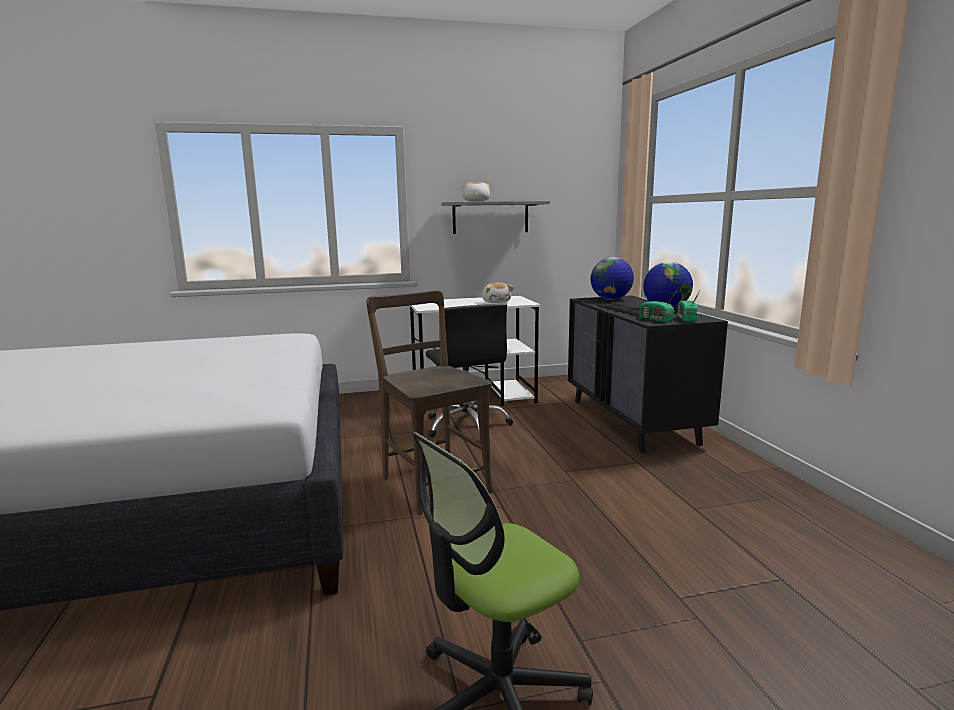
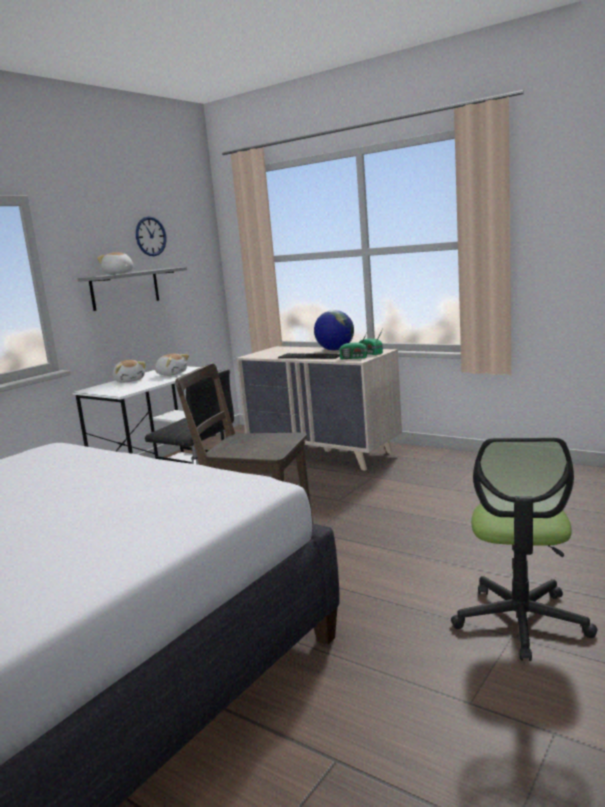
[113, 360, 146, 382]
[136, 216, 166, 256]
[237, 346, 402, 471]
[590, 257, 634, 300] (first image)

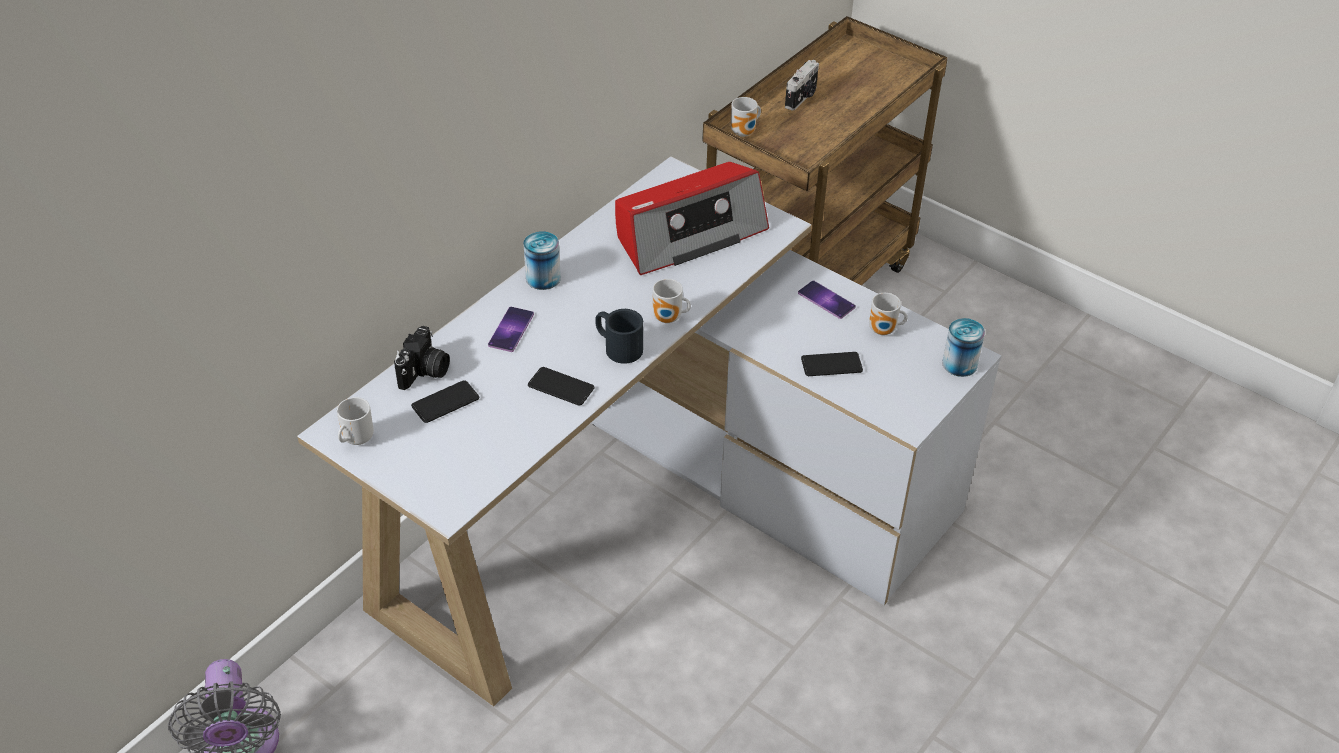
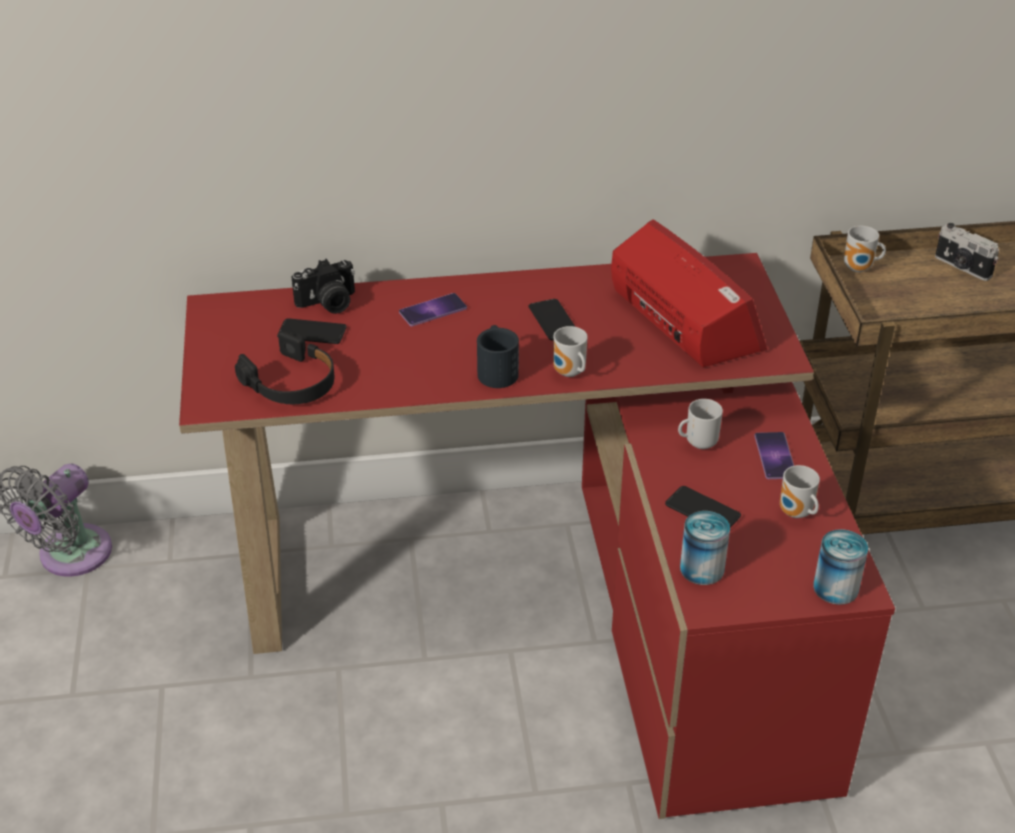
[179, 253, 895, 819]
[235, 331, 335, 404]
[529, 299, 575, 340]
[611, 219, 767, 367]
[678, 399, 723, 449]
[680, 511, 730, 585]
[935, 223, 999, 281]

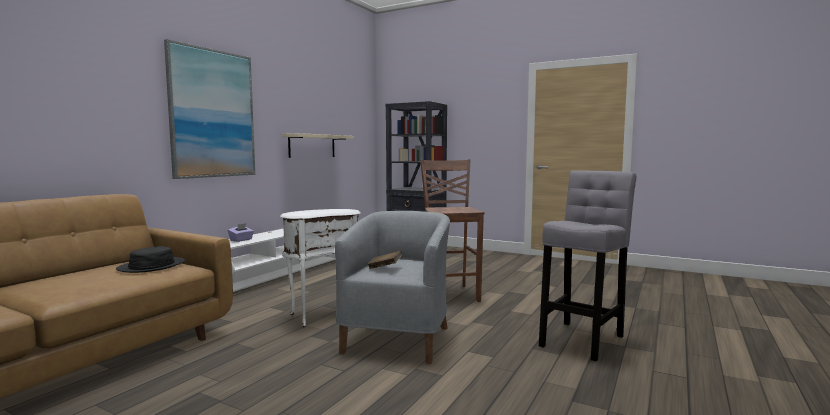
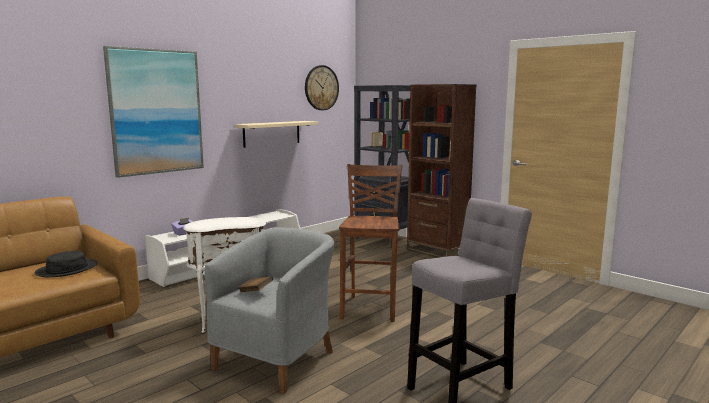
[305, 65, 339, 110]
[407, 84, 477, 258]

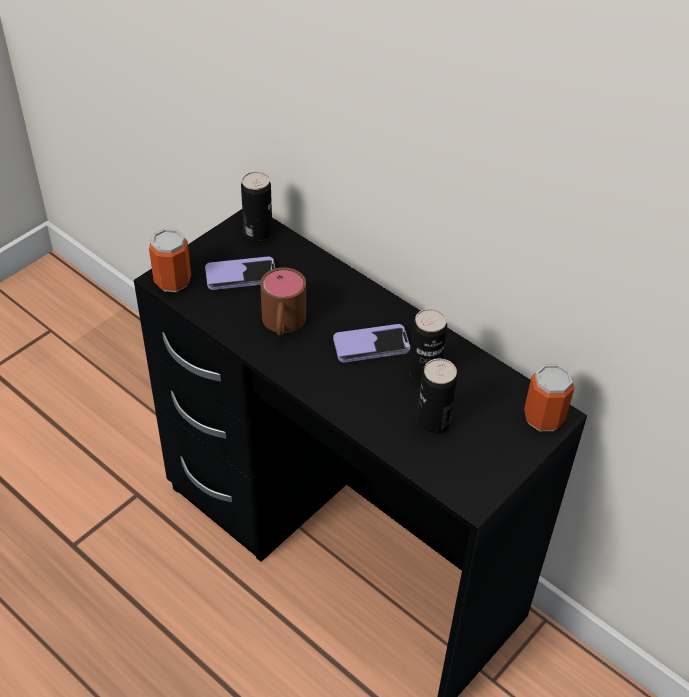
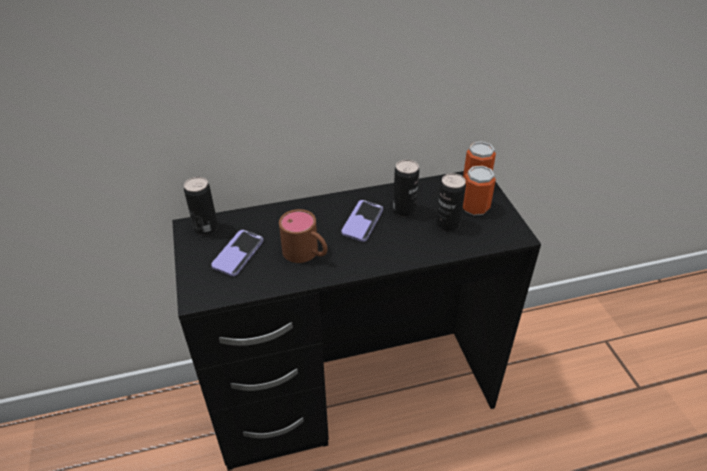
[463, 165, 496, 216]

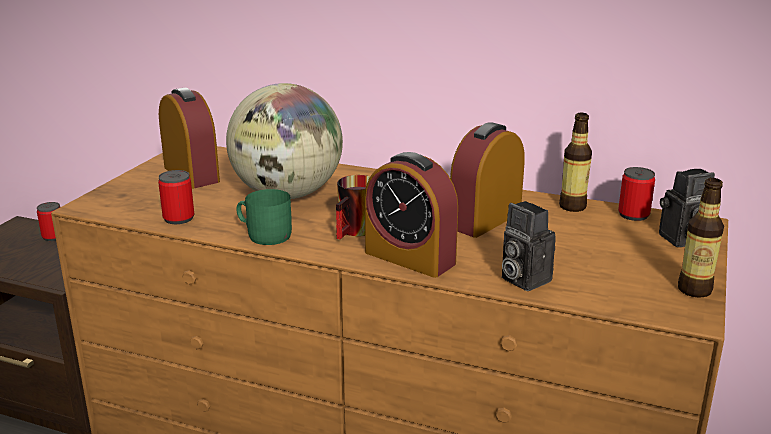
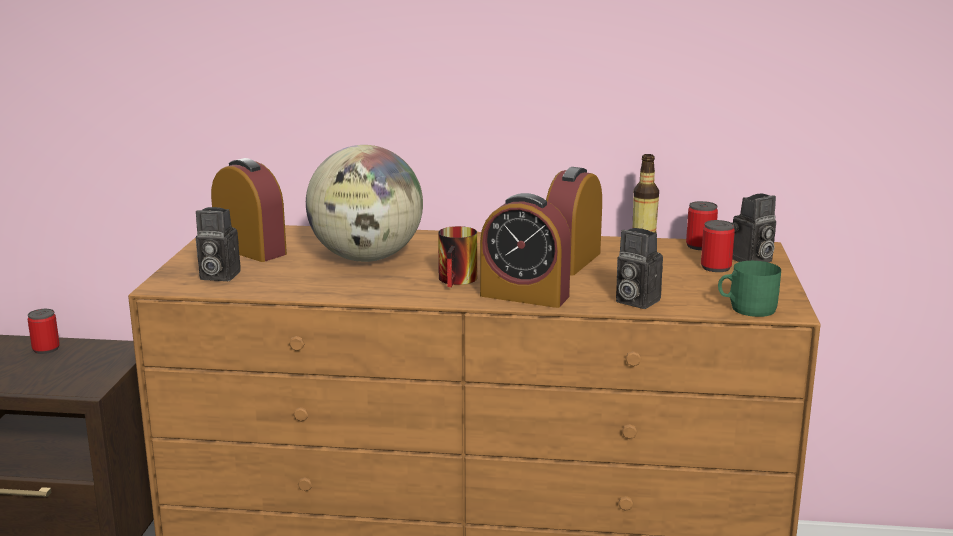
[196, 207, 241, 281]
[701, 220, 735, 272]
[718, 261, 781, 317]
[678, 178, 724, 298] (first image)

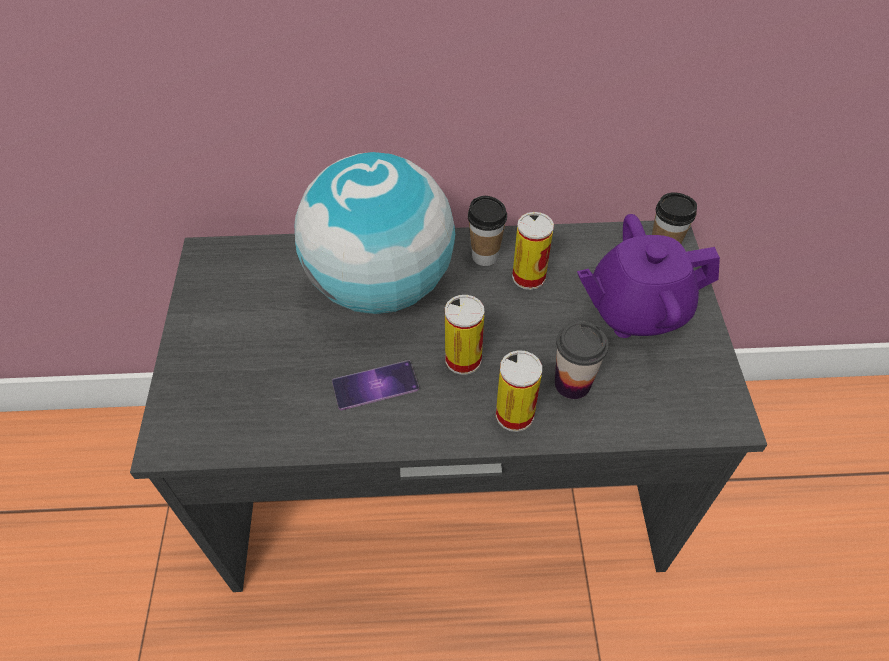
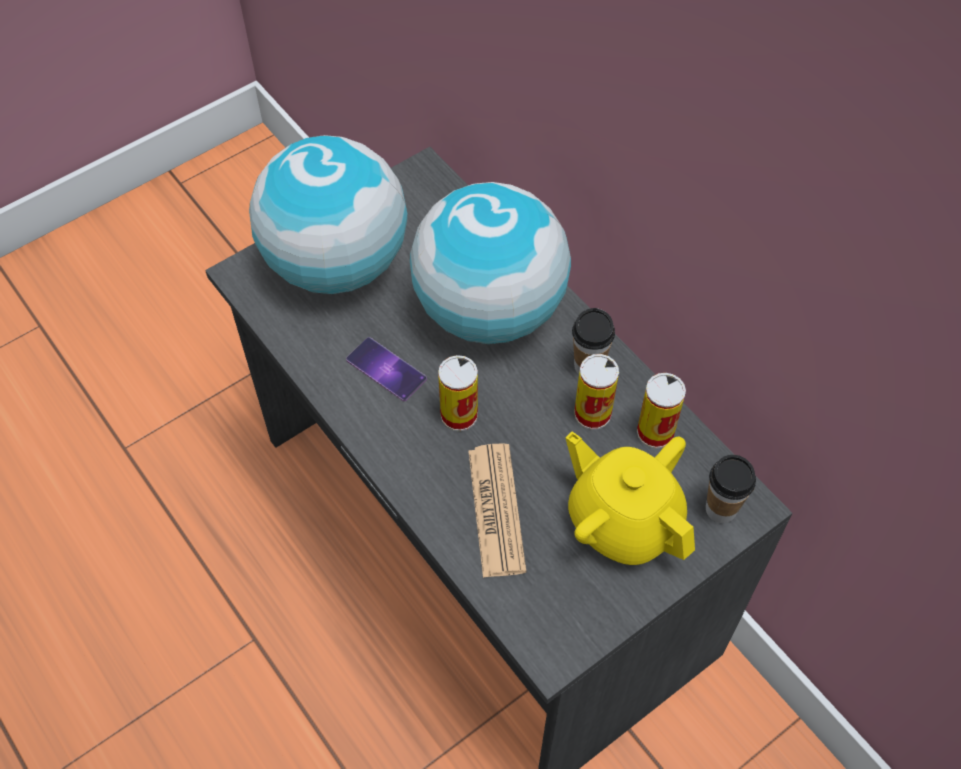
[249, 135, 407, 294]
[468, 444, 527, 578]
[565, 431, 695, 565]
[637, 373, 686, 449]

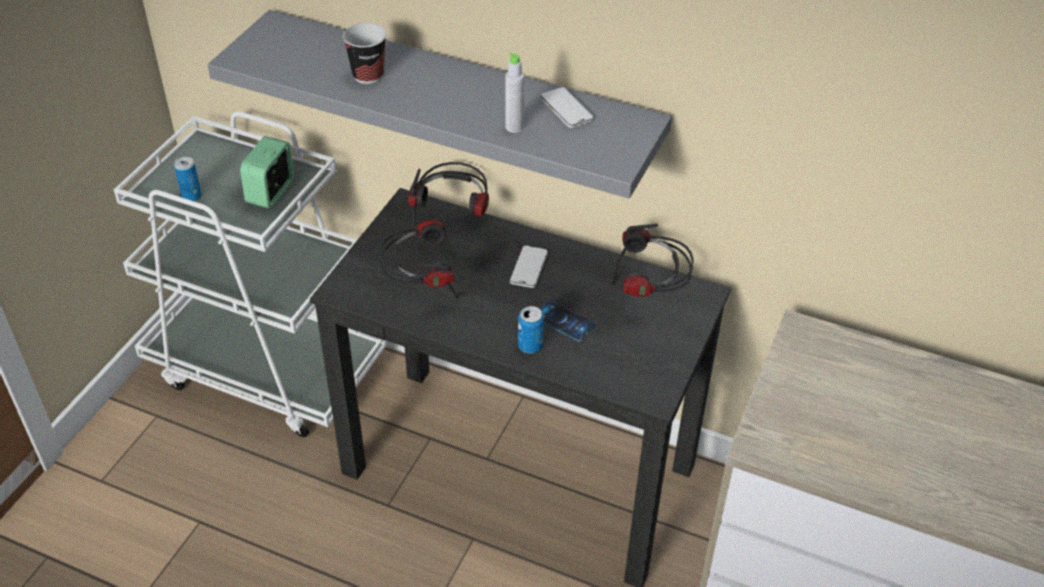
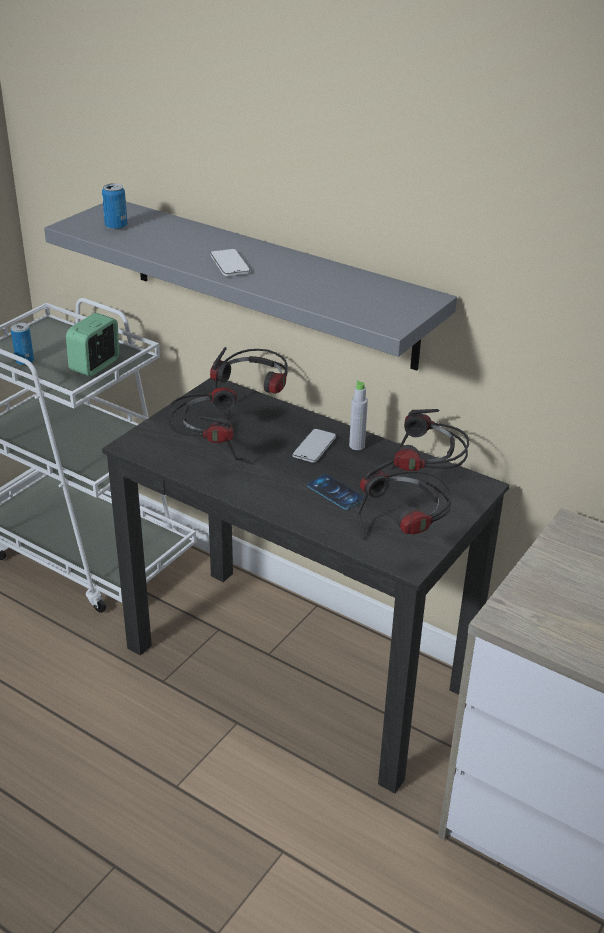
[102, 183, 127, 230]
[210, 249, 250, 276]
[349, 380, 368, 450]
[358, 460, 452, 540]
[343, 23, 386, 84] (first image)

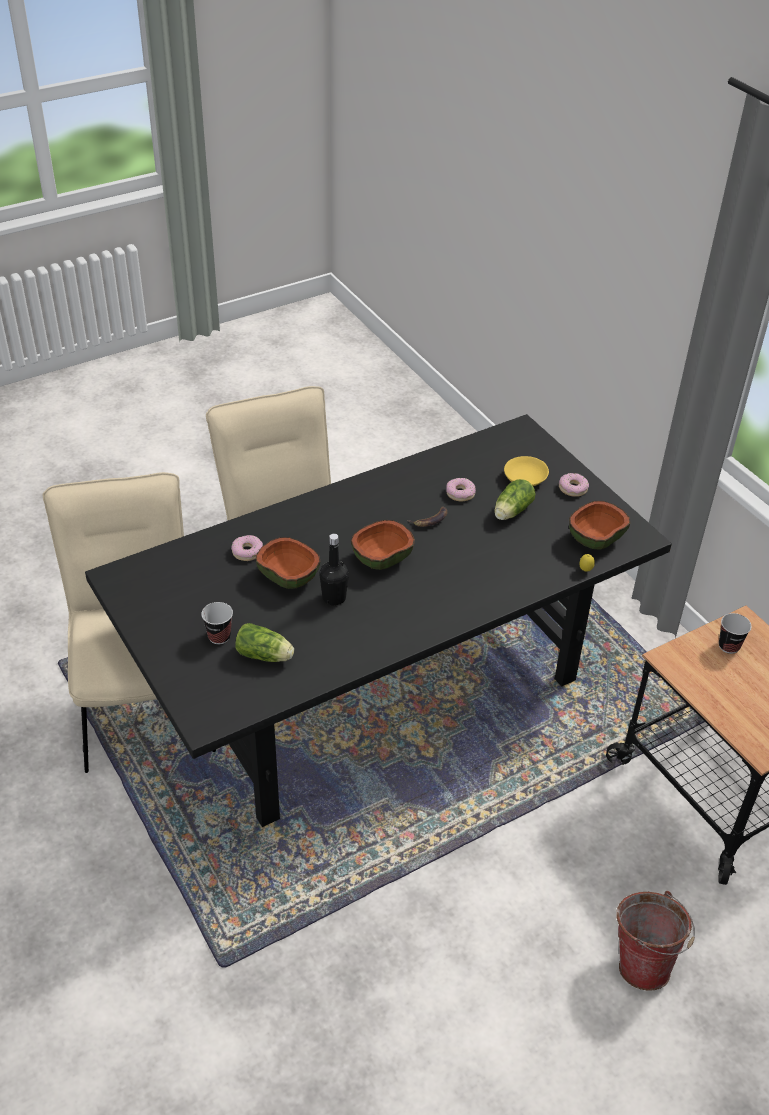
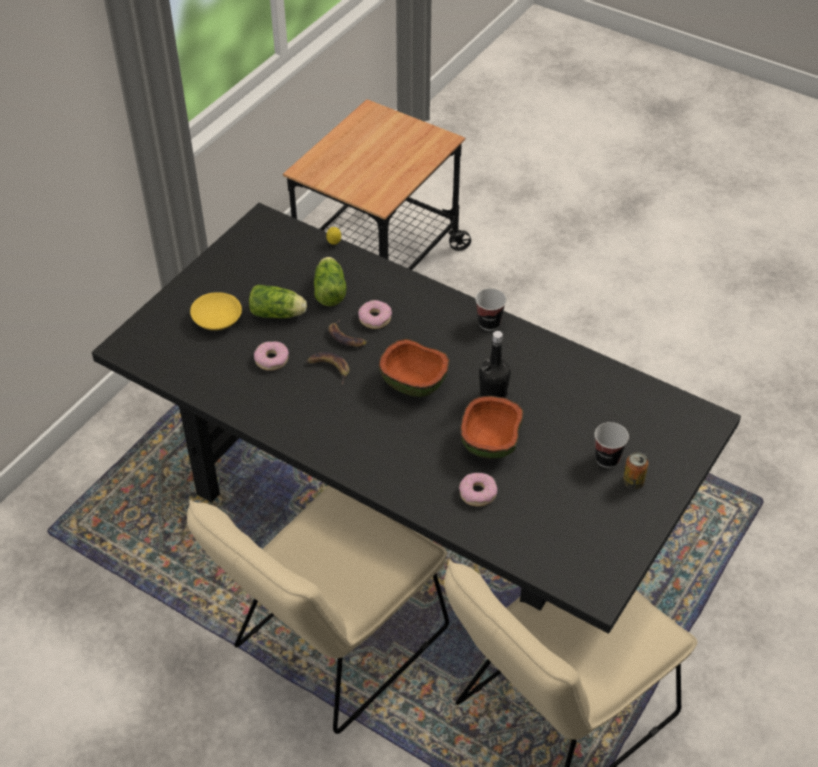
[314, 257, 346, 306]
[329, 319, 367, 347]
[358, 300, 392, 329]
[476, 288, 506, 331]
[623, 452, 648, 489]
[569, 501, 630, 550] (first image)
[616, 891, 695, 991] (first image)

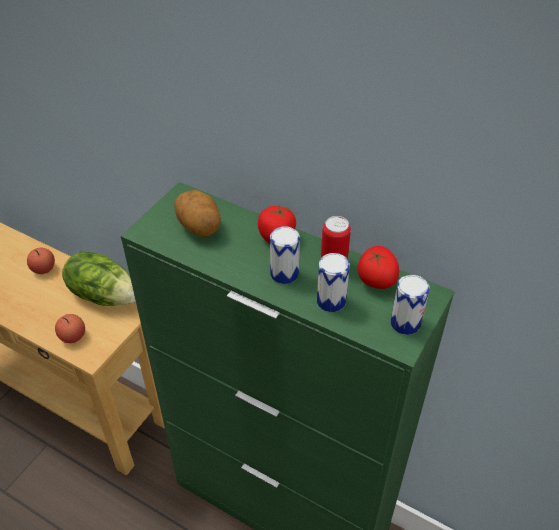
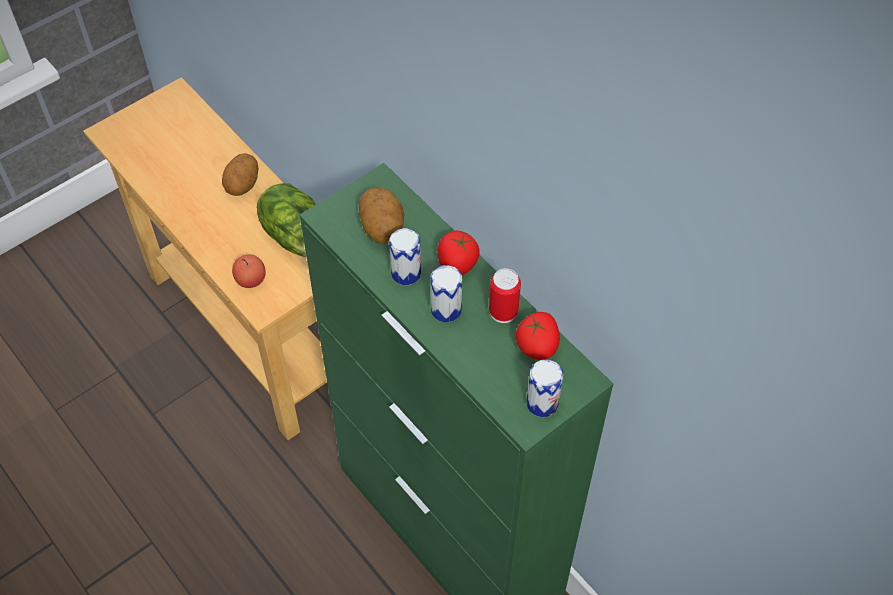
[222, 153, 258, 196]
[389, 228, 421, 285]

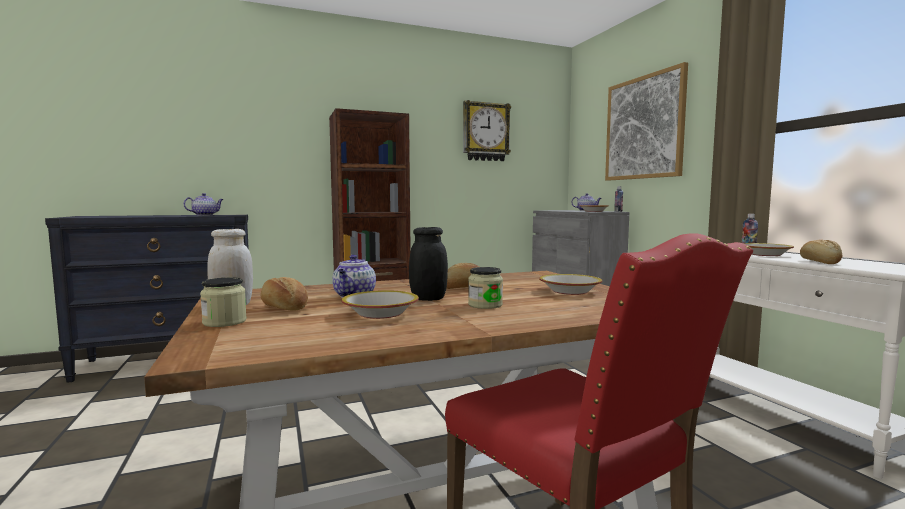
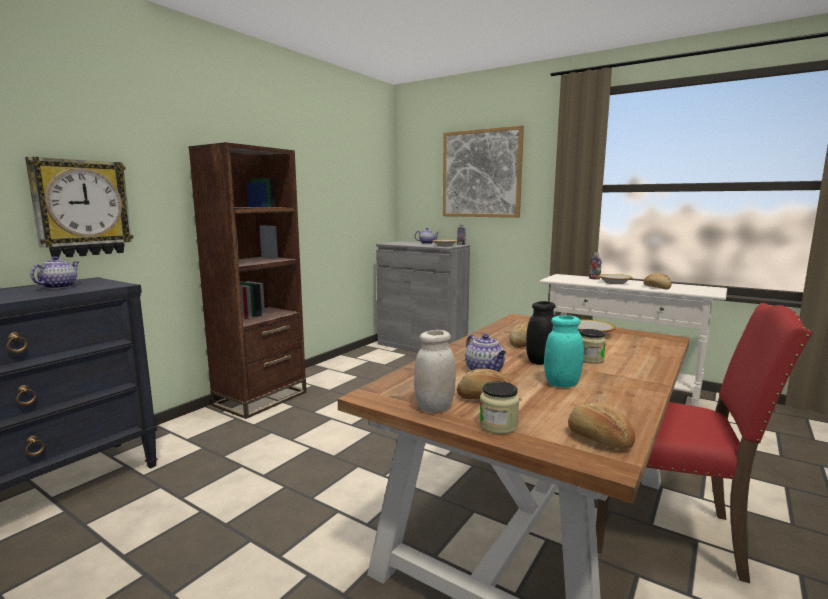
[25, 157, 134, 257]
[544, 315, 584, 387]
[568, 403, 635, 449]

